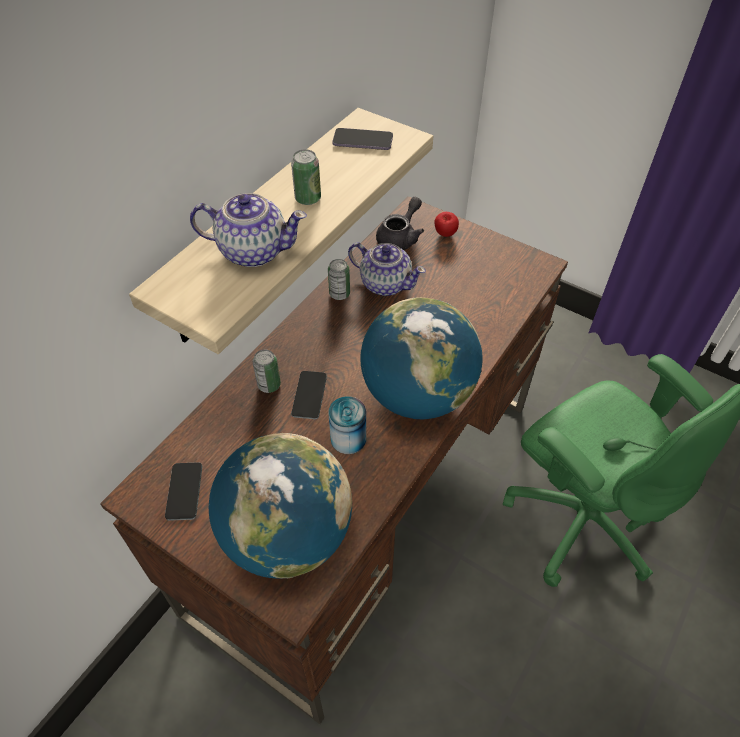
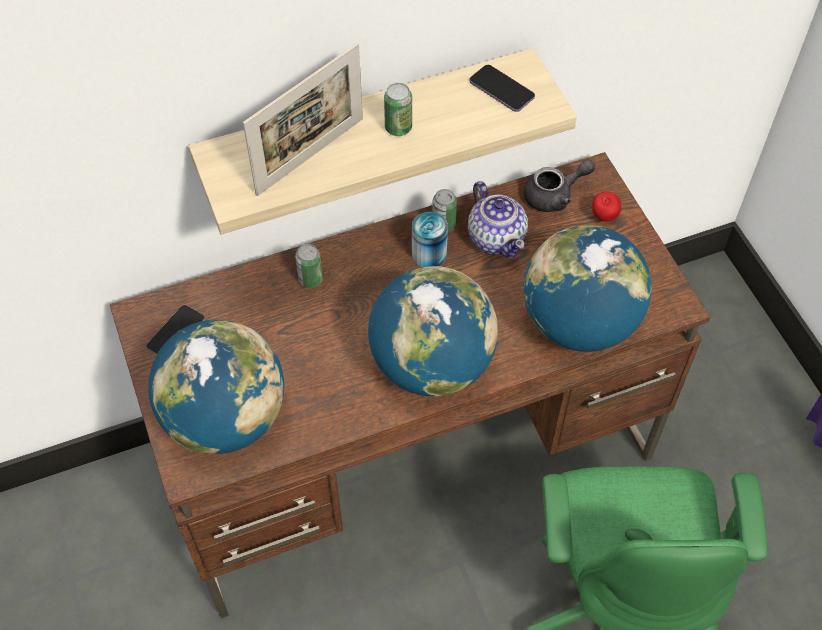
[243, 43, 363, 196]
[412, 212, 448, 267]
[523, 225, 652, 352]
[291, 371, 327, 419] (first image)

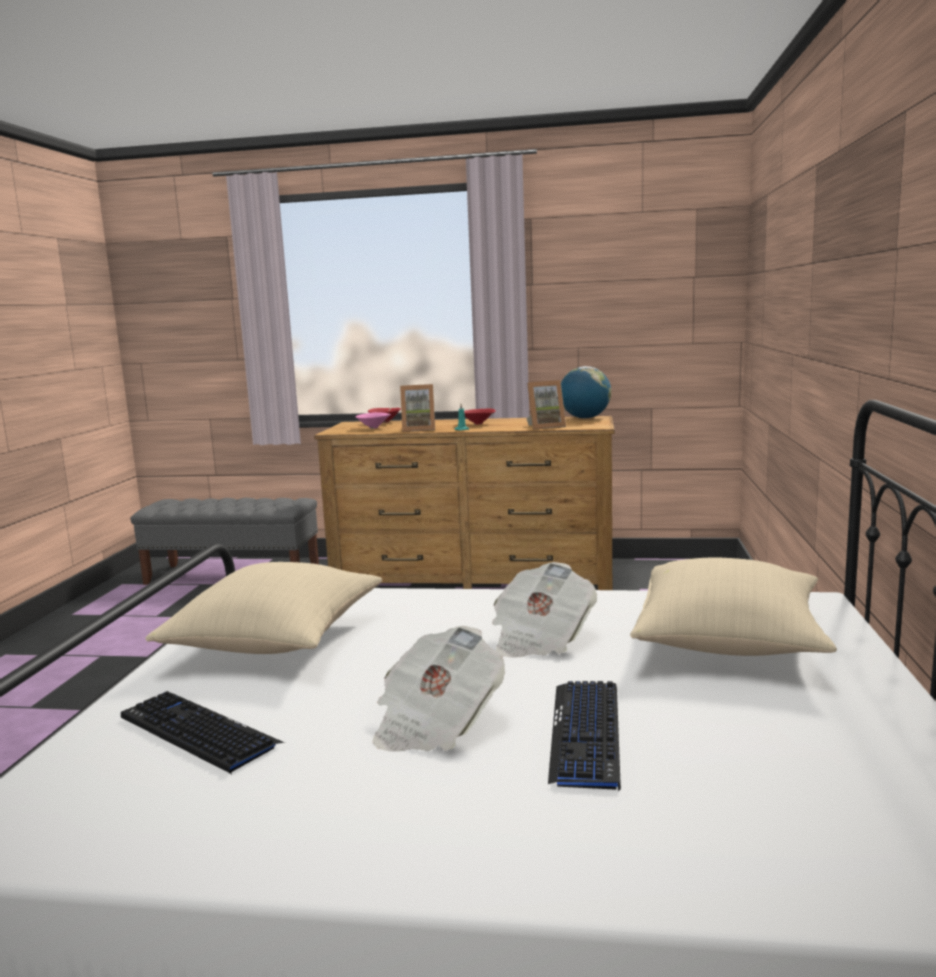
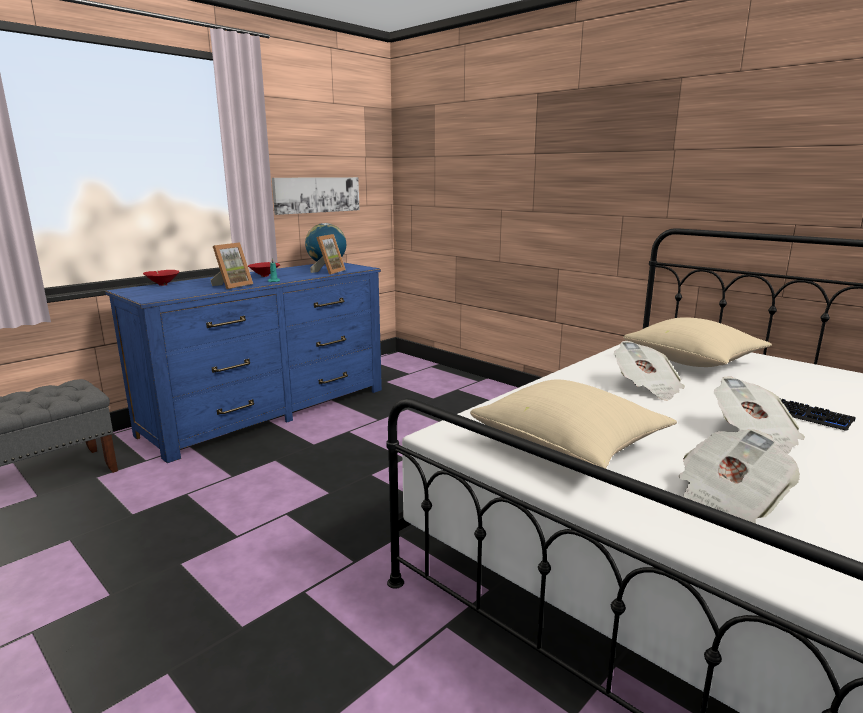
[105, 262, 382, 463]
[272, 177, 360, 215]
[679, 429, 800, 524]
[355, 412, 391, 429] (first image)

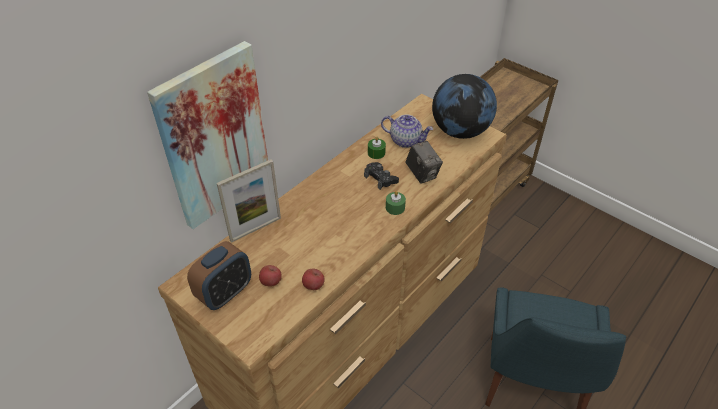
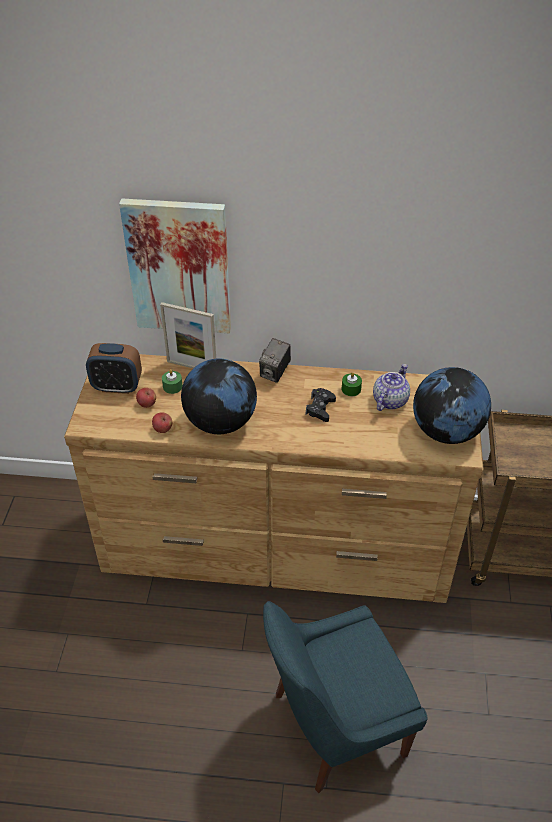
[162, 369, 183, 394]
[181, 359, 257, 434]
[259, 338, 291, 383]
[373, 364, 410, 411]

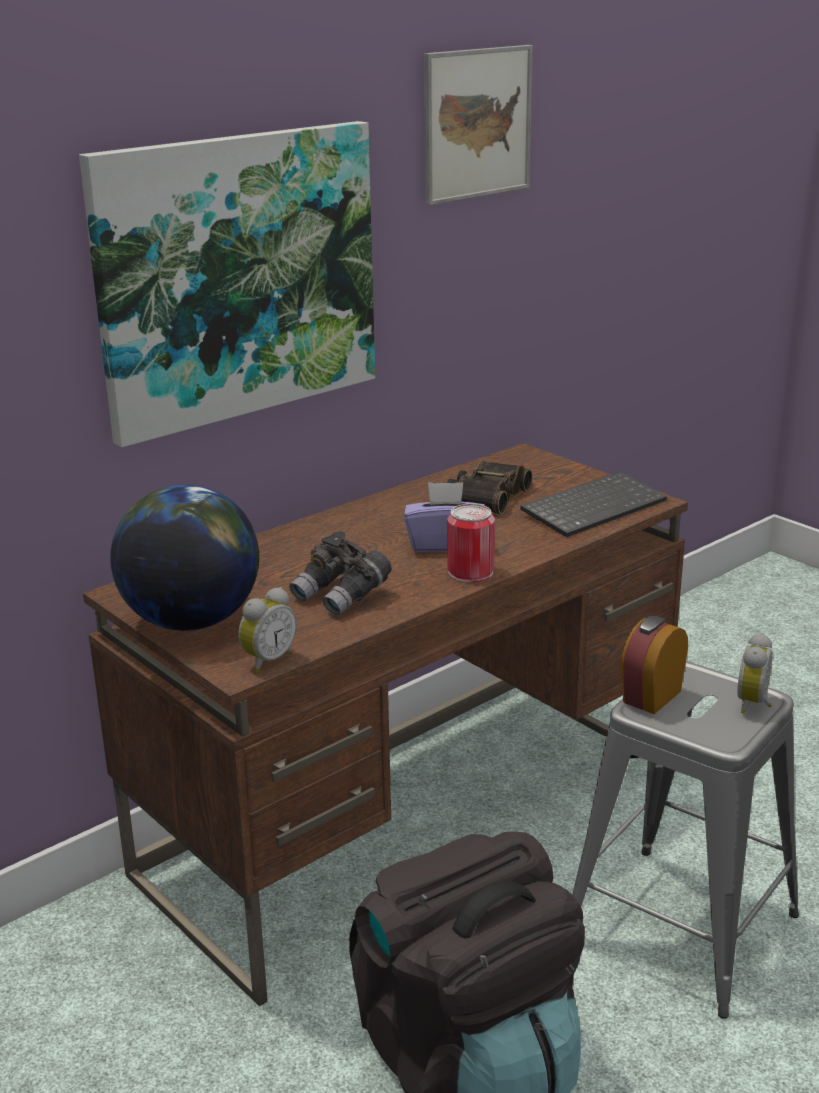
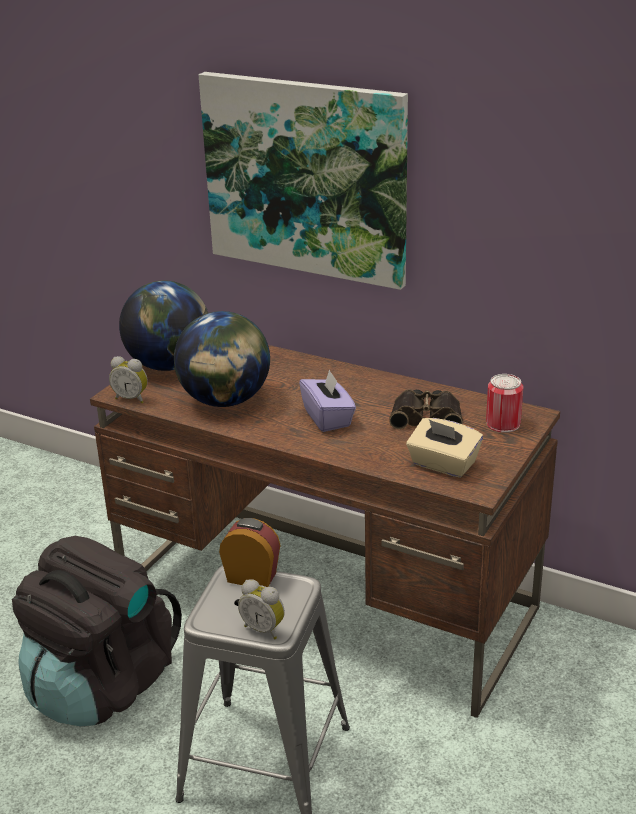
[174, 311, 270, 407]
[238, 579, 285, 640]
[406, 418, 483, 478]
[486, 374, 523, 433]
[424, 45, 533, 205] (first image)

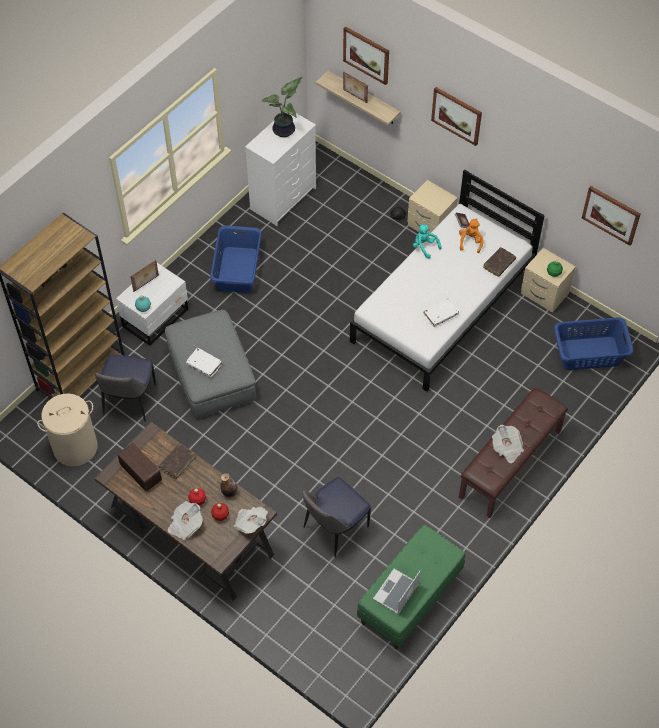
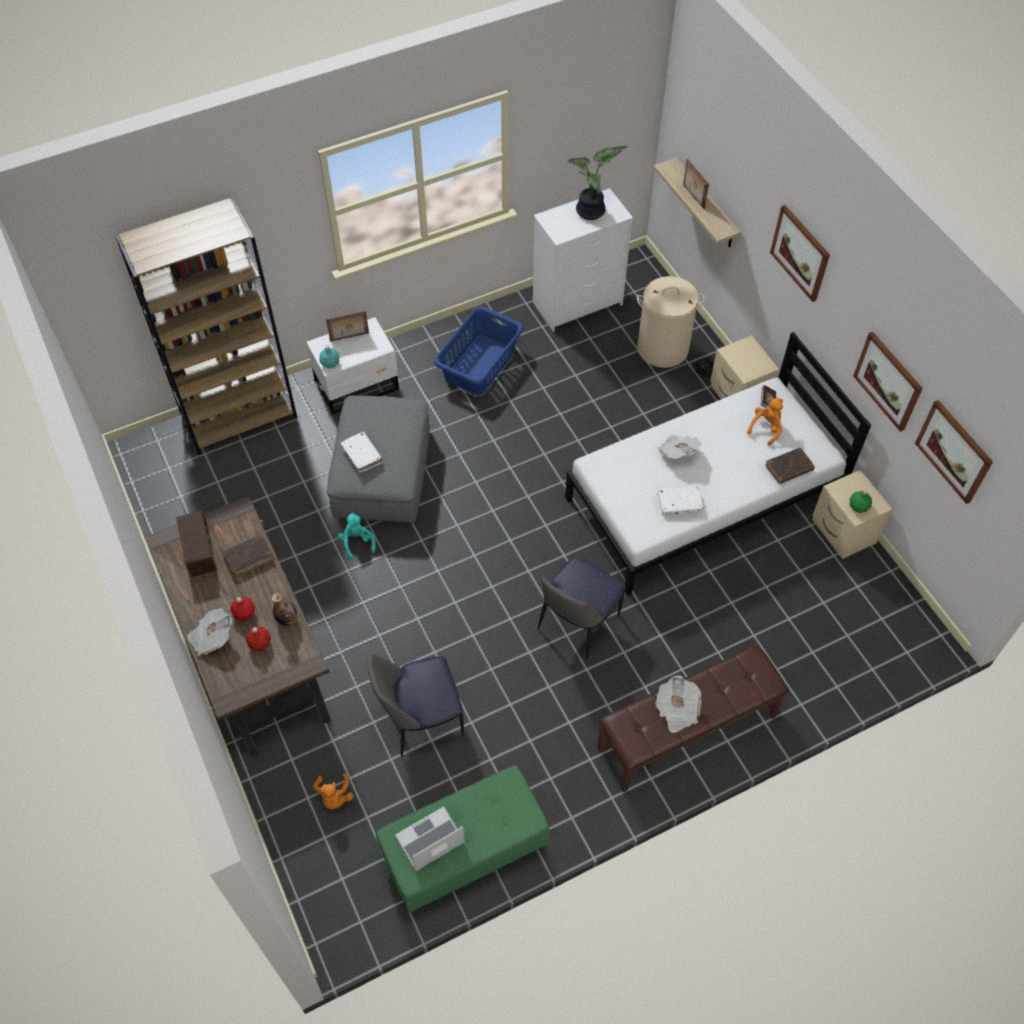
[313, 773, 353, 809]
[337, 512, 376, 560]
[538, 556, 625, 660]
[637, 276, 705, 368]
[657, 435, 702, 459]
[853, 332, 923, 432]
[554, 317, 633, 370] (first image)

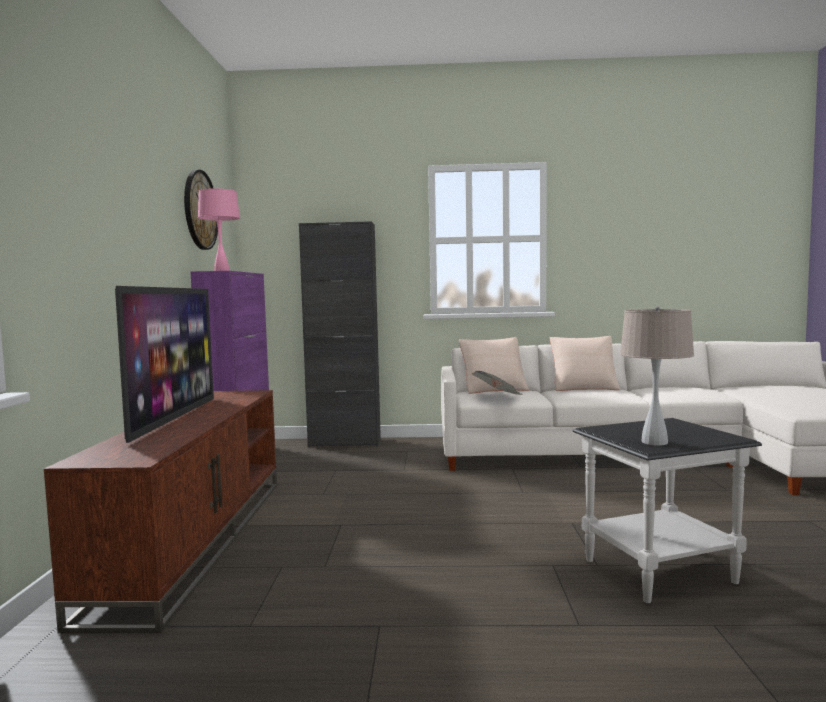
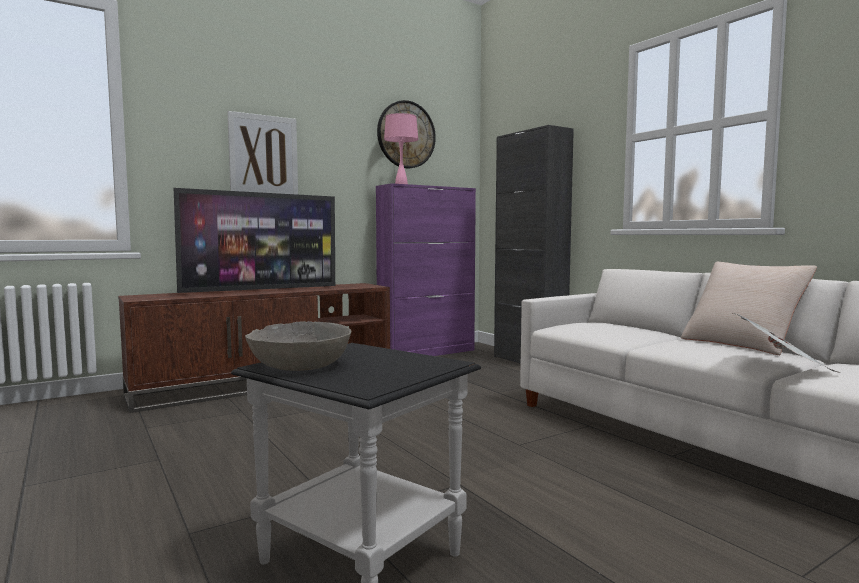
[227, 111, 298, 195]
[245, 321, 351, 371]
[733, 313, 840, 373]
[459, 337, 529, 394] (first image)

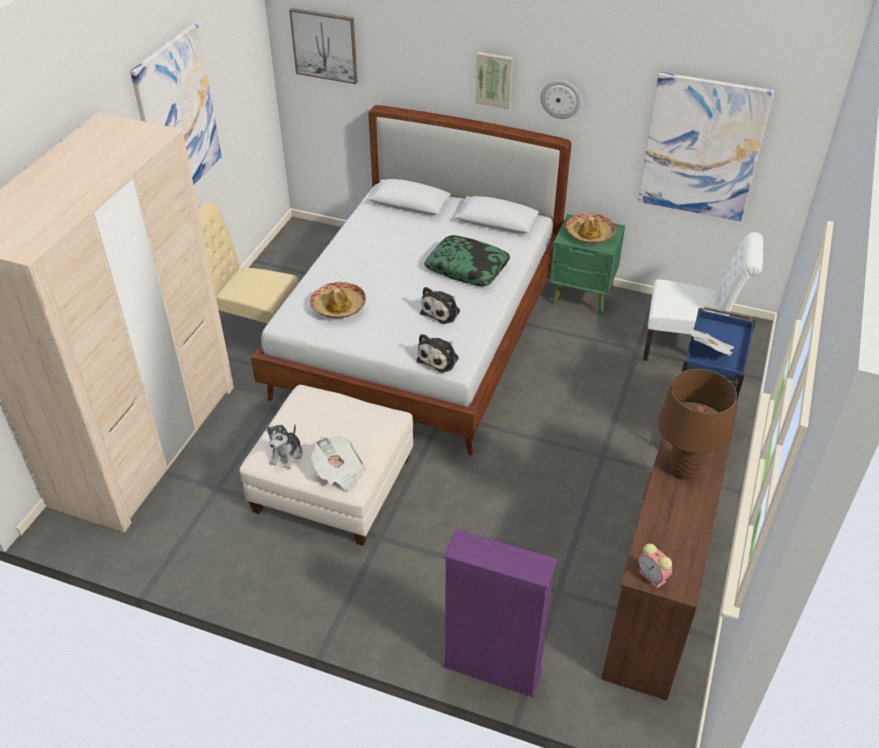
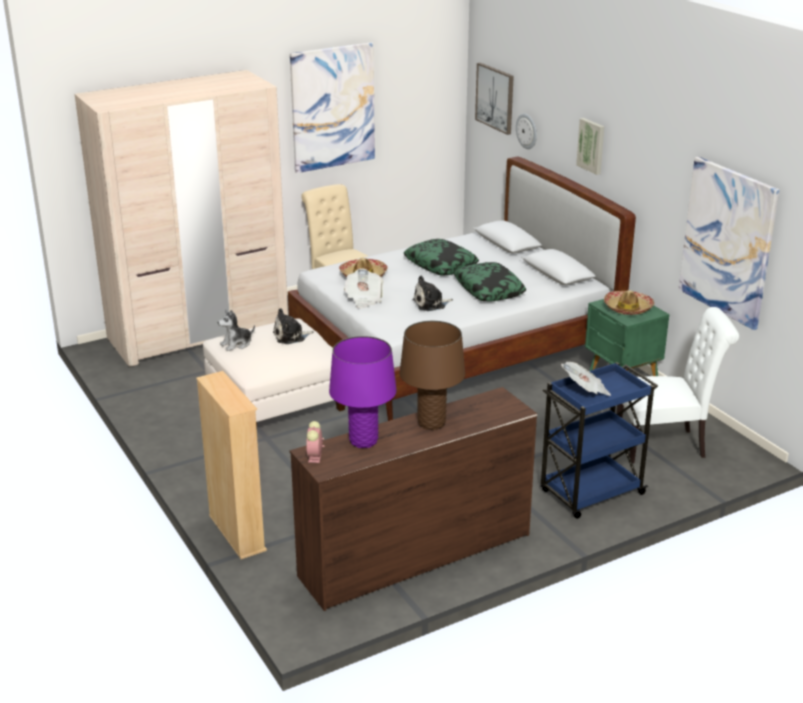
[196, 371, 267, 559]
[273, 308, 314, 344]
[329, 336, 397, 448]
[344, 269, 384, 308]
[404, 239, 479, 276]
[516, 114, 537, 149]
[616, 307, 739, 463]

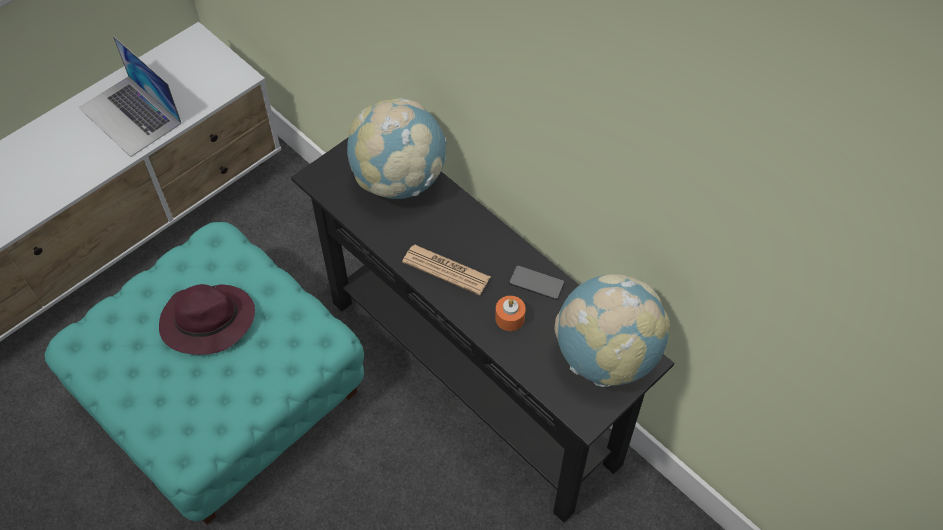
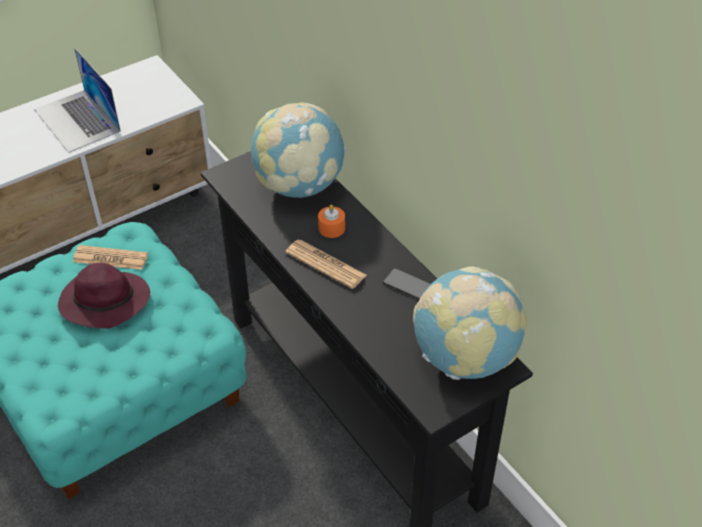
[73, 245, 148, 270]
[318, 205, 345, 238]

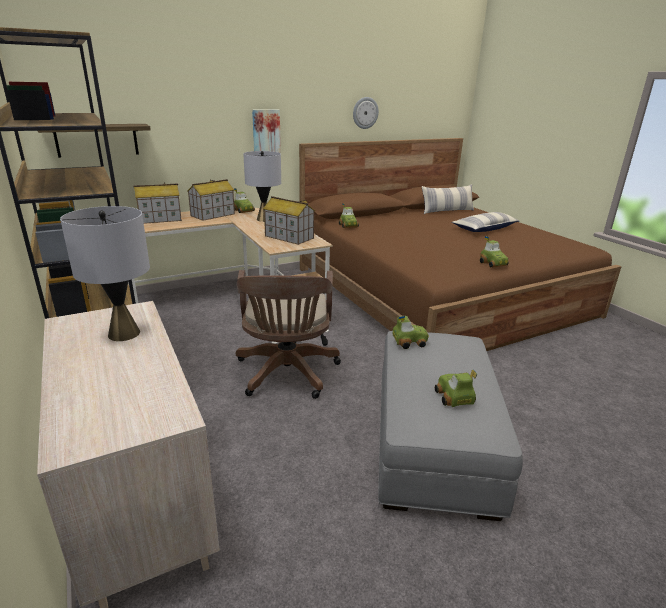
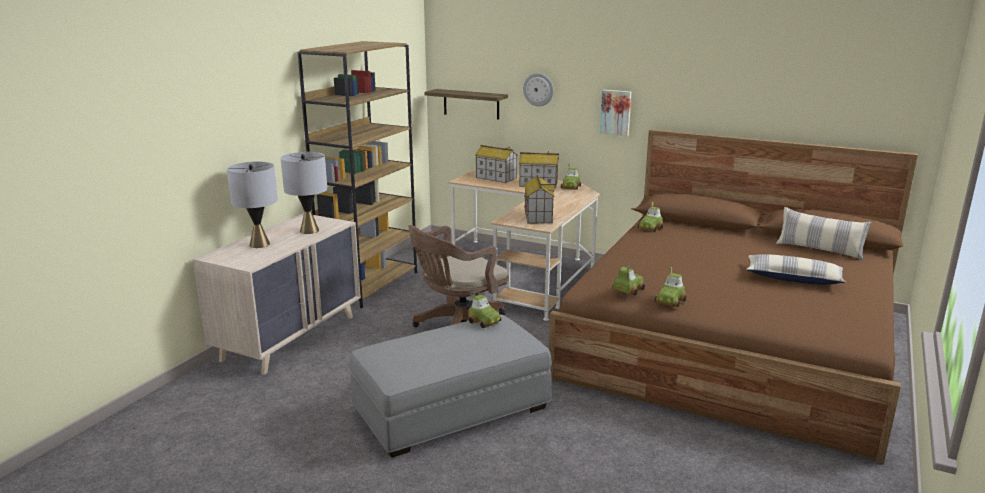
[227, 161, 278, 248]
[523, 73, 554, 106]
[613, 265, 645, 296]

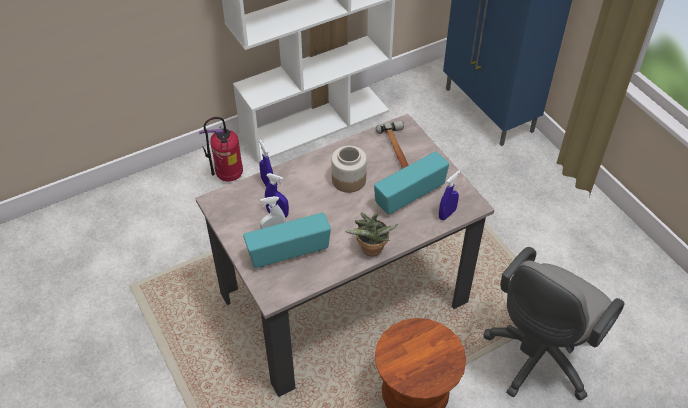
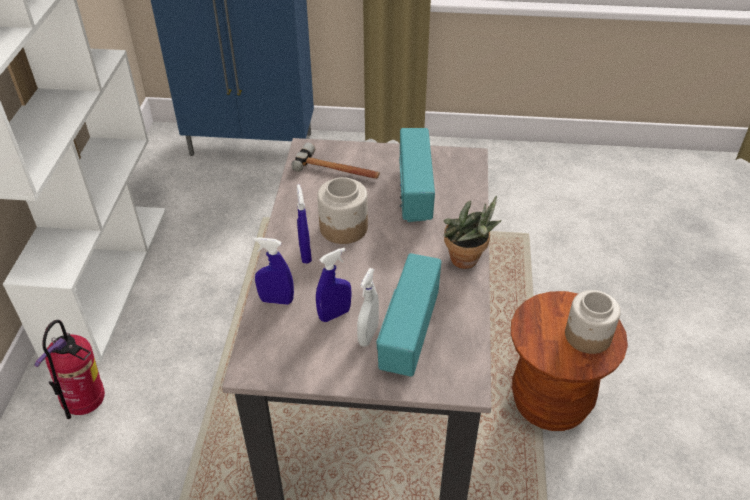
[297, 184, 312, 264]
[565, 290, 621, 354]
[483, 247, 625, 400] (first image)

